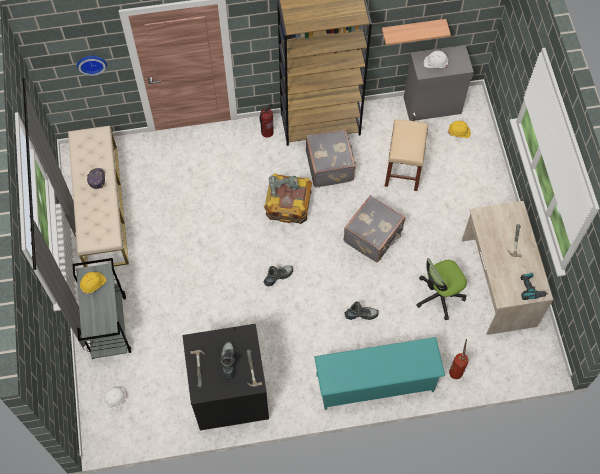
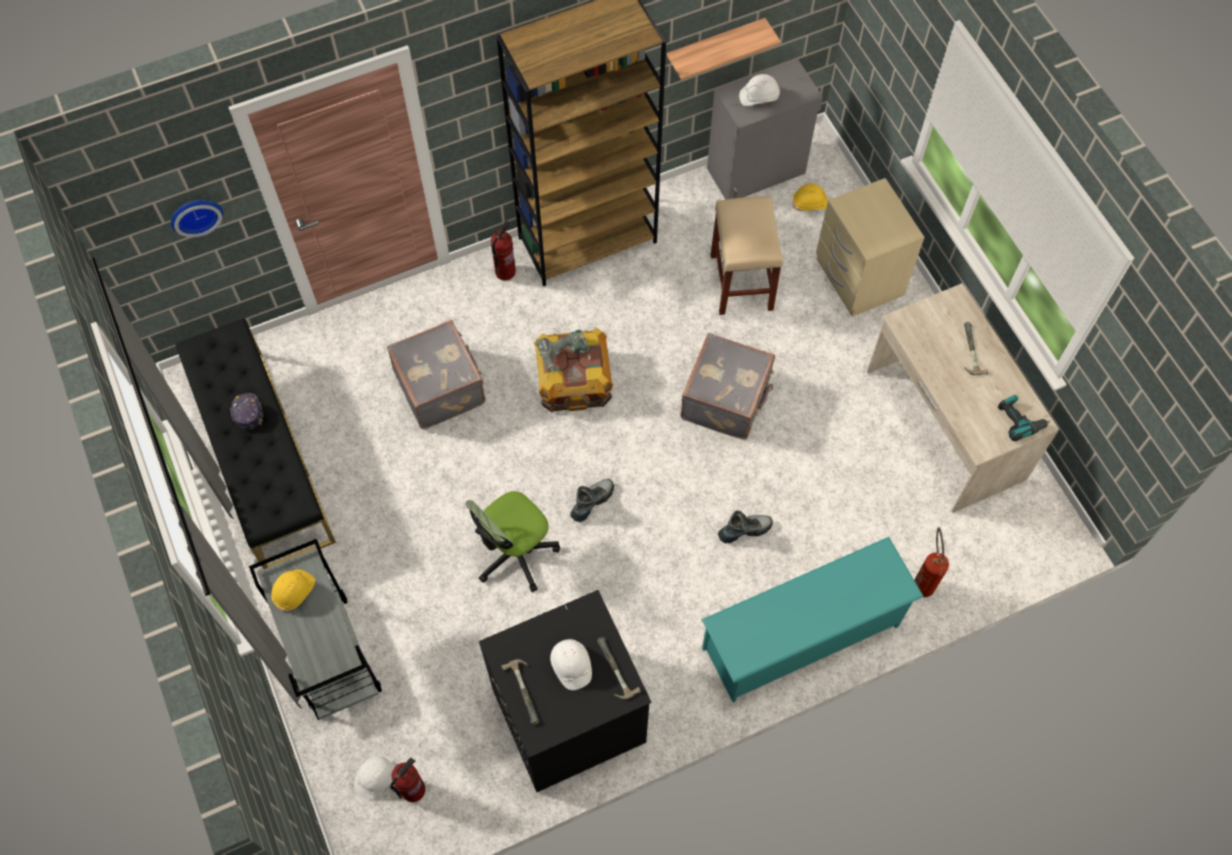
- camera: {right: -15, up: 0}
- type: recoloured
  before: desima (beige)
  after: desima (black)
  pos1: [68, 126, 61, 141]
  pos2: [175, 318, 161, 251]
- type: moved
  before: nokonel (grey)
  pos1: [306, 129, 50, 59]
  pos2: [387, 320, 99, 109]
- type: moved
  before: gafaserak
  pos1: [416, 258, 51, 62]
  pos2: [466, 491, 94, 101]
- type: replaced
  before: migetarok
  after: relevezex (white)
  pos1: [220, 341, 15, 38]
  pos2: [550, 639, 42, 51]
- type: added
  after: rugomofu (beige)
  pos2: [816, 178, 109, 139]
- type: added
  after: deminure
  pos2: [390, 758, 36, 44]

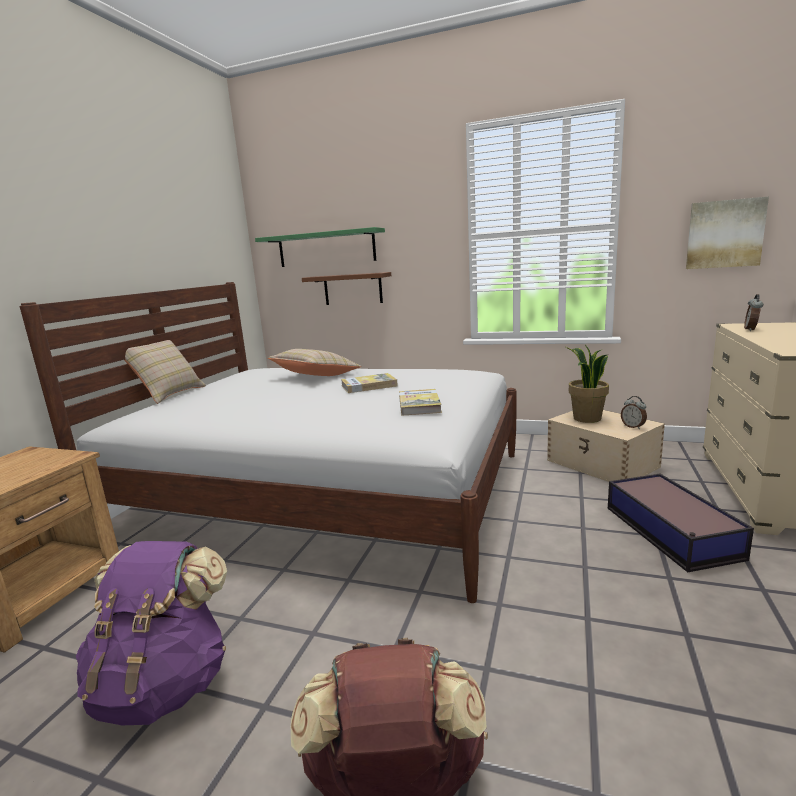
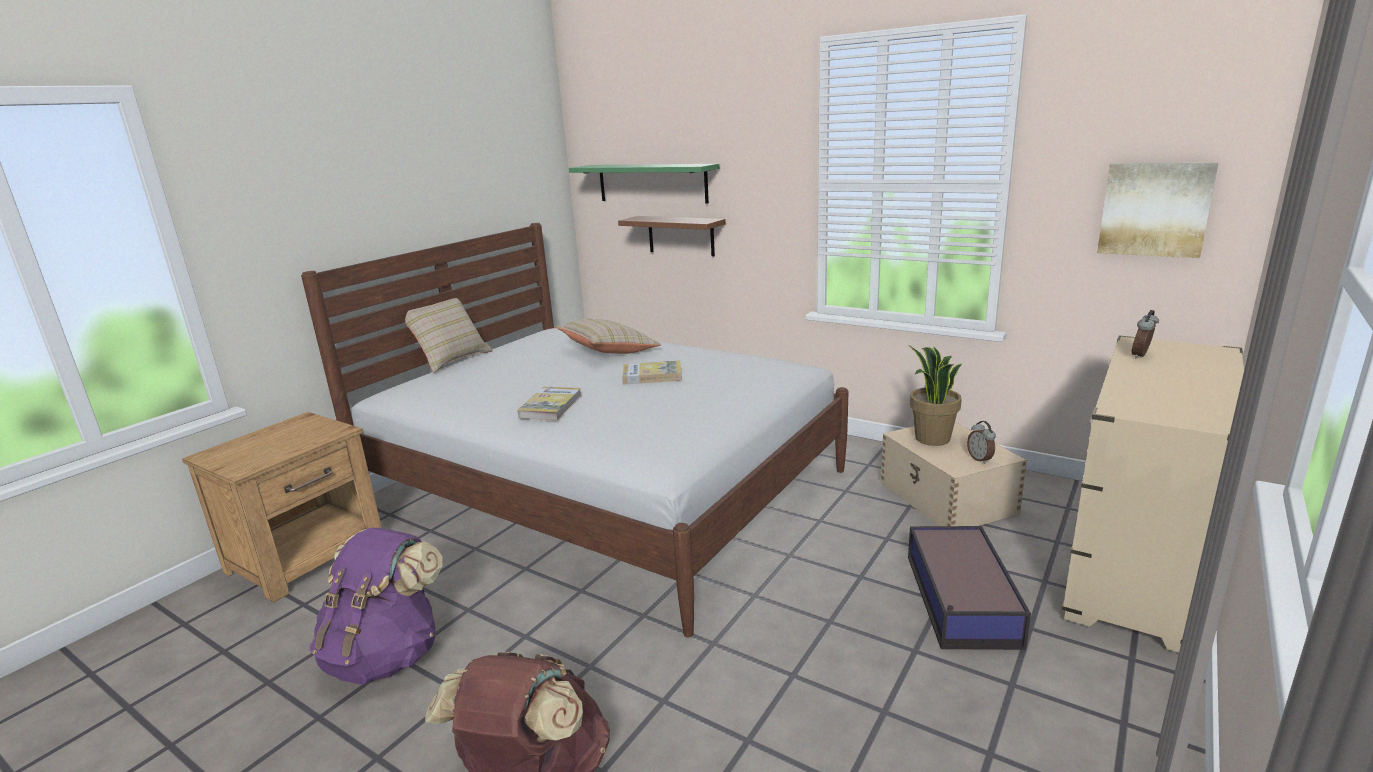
- camera: {right: 15, up: 5}
- type: moved
  before: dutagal
  pos1: [399, 389, 43, 27]
  pos2: [517, 387, 65, 33]

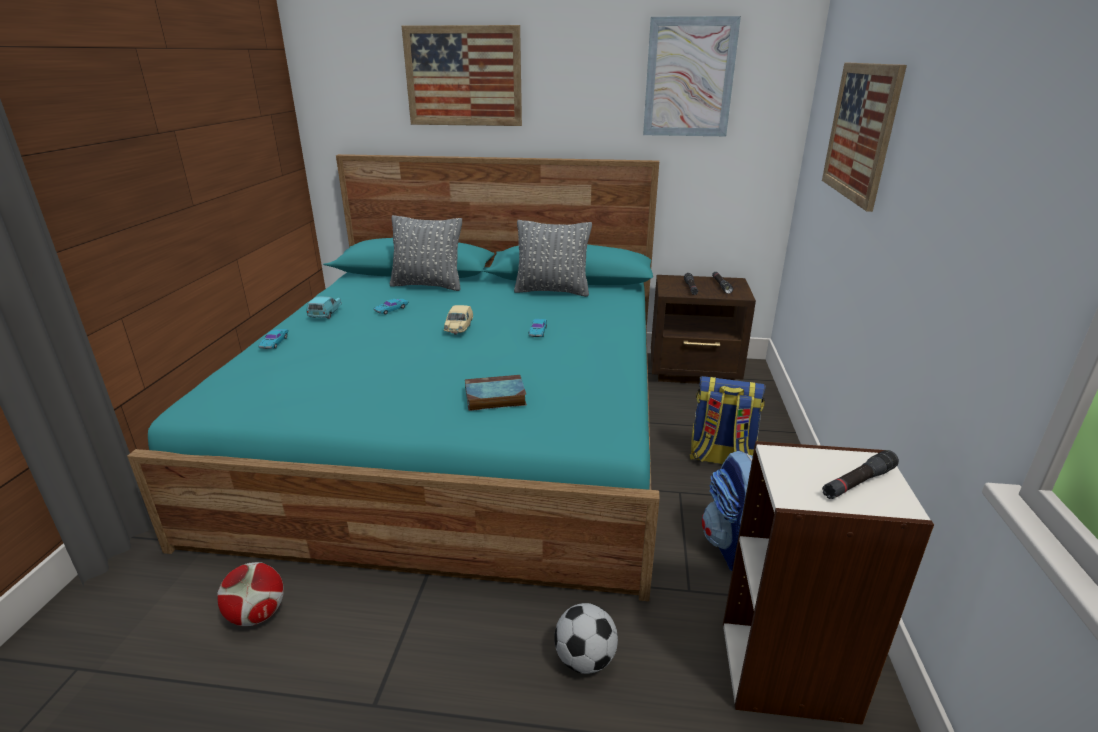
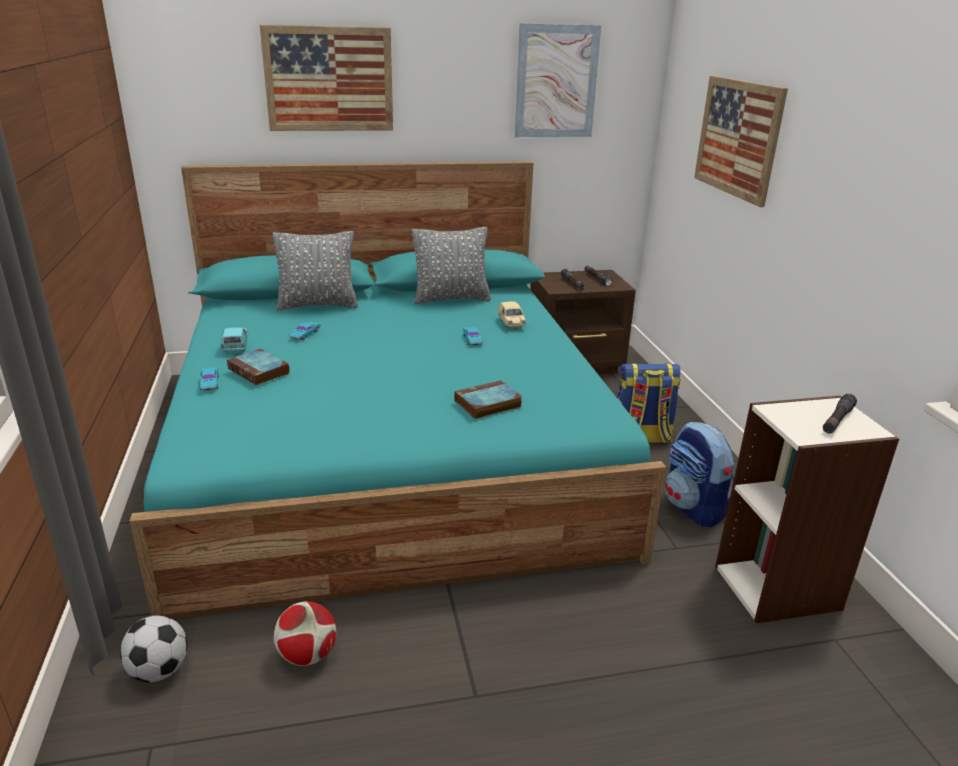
- camera: {right: -20, up: 0}
- type: moved
  before: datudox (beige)
  pos1: [444, 305, 29, 30]
  pos2: [498, 302, 28, 27]
- type: moved
  before: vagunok
  pos1: [554, 603, 64, 71]
  pos2: [120, 615, 67, 67]
- type: added
  after: dutagal
  pos2: [227, 349, 63, 36]

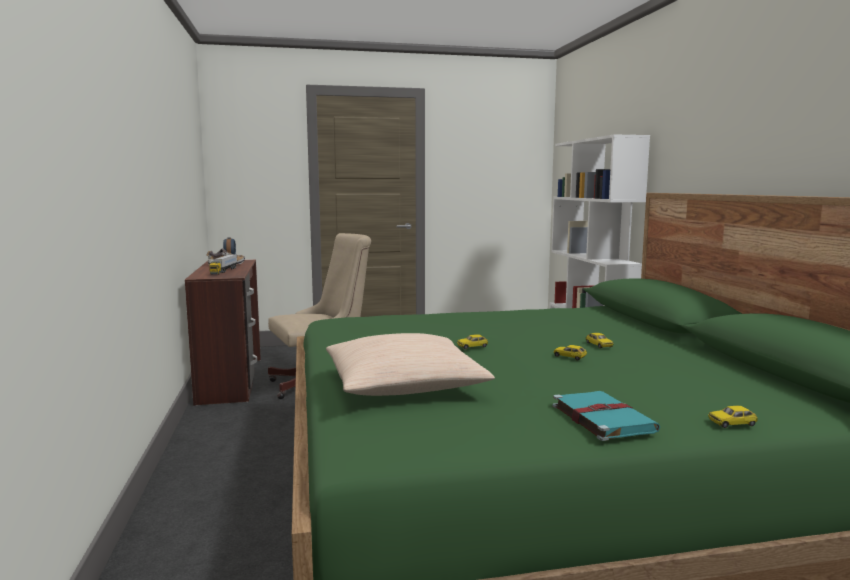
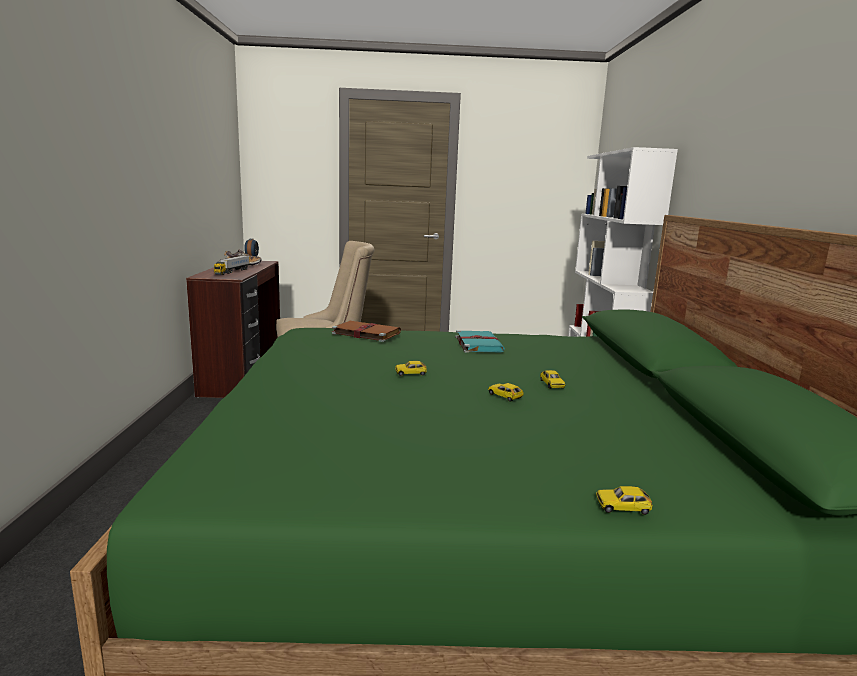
- camera: {right: 10, up: 5}
- type: removed
  before: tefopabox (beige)
  pos1: [326, 333, 169, 63]
- type: moved
  before: dutagal (turquoise)
  pos1: [552, 391, 108, 50]
  pos2: [455, 330, 50, 23]
- type: added
  after: dutagal (brown)
  pos2: [332, 321, 69, 21]

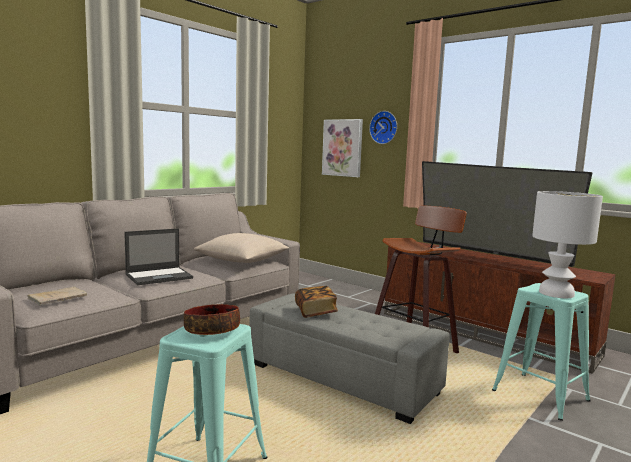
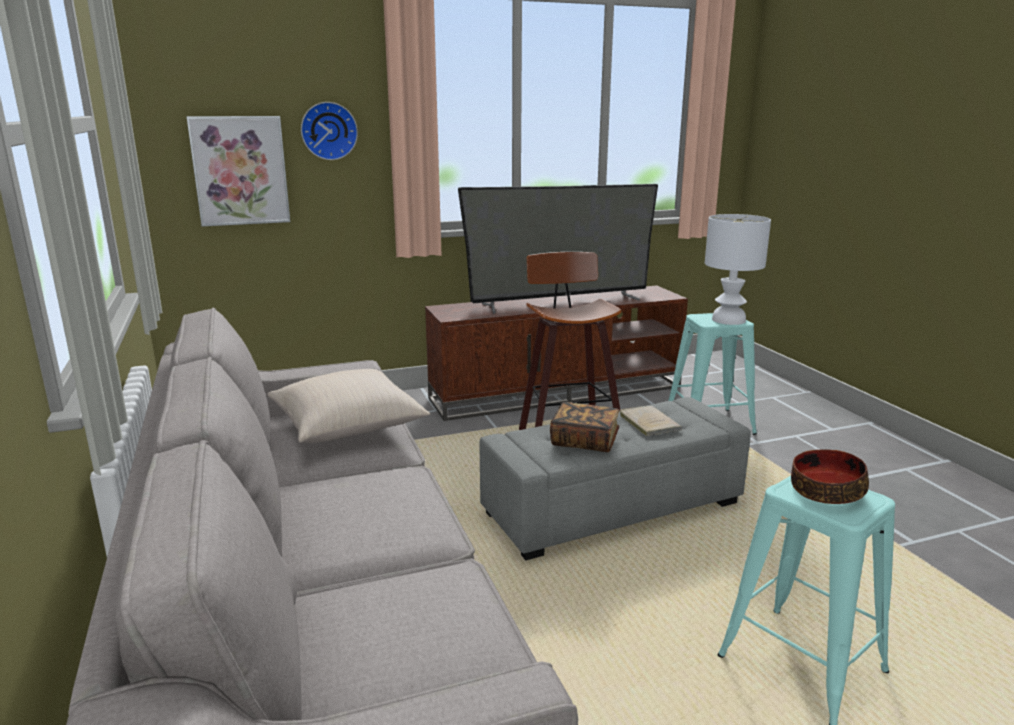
- camera: {right: -60, up: 10}
- type: removed
  before: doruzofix
  pos1: [124, 228, 69, 57]
- type: moved
  before: dutagal (beige)
  pos1: [27, 287, 60, 18]
  pos2: [619, 406, 63, 30]

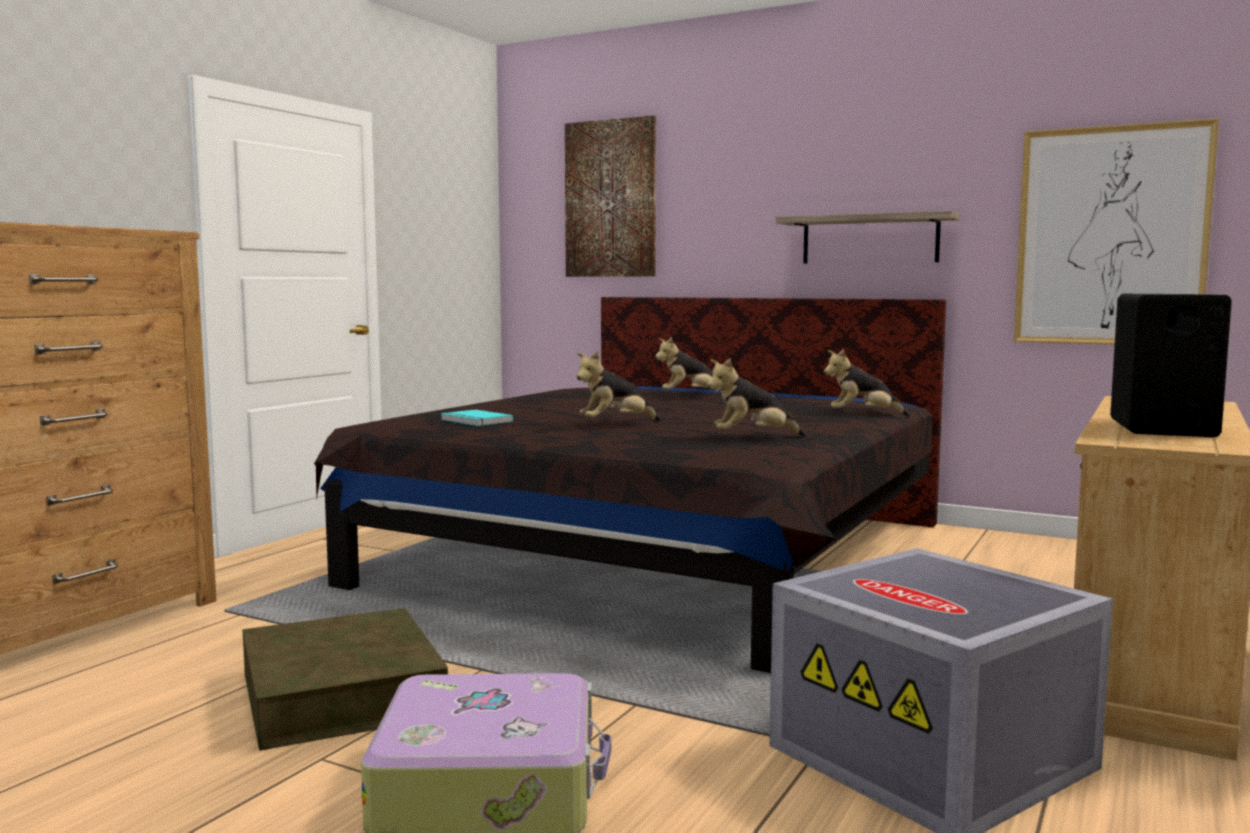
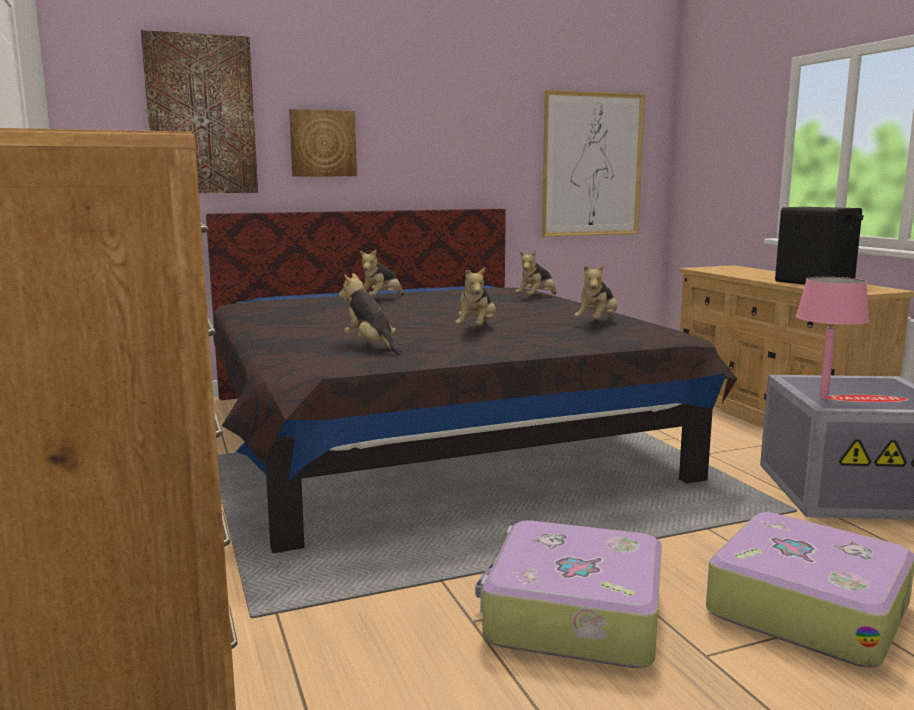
- camera: {right: -50, up: 5}
- type: removed
  before: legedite
  pos1: [775, 211, 185, 53]
- type: replaced
  before: dutagal (turquoise)
  after: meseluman
  pos1: [440, 409, 73, 17]
  pos2: [339, 273, 63, 82]
- type: replaced
  before: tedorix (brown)
  after: nokonel
  pos1: [242, 608, 206, 143]
  pos2: [475, 520, 187, 148]
- type: added
  after: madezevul
  pos2: [289, 109, 68, 67]
- type: added
  after: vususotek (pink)
  pos2: [796, 277, 74, 122]

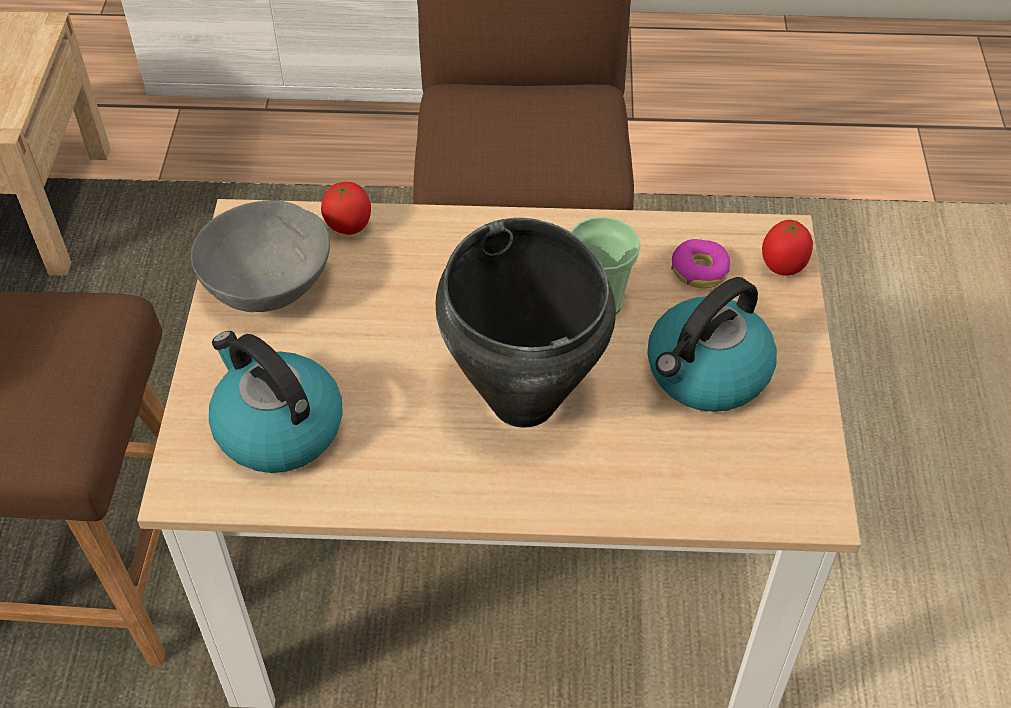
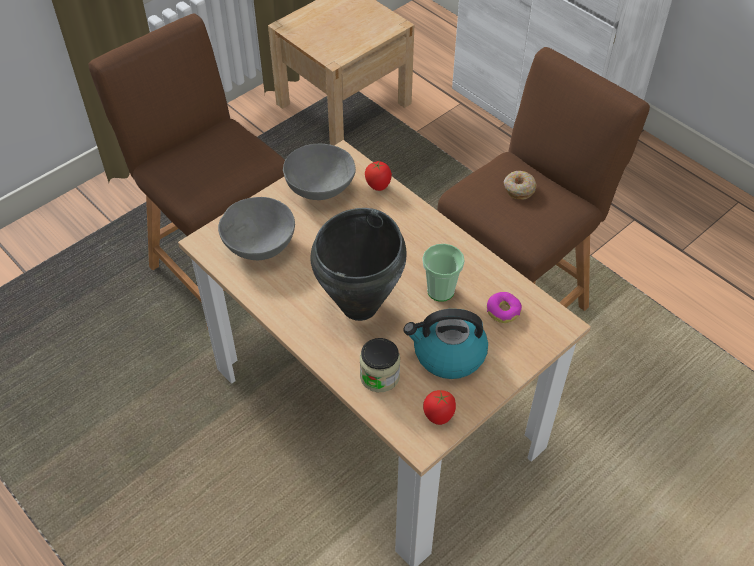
- camera: {right: 45, up: 0}
- type: moved
  before: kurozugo
  pos1: [762, 220, 51, 56]
  pos2: [423, 390, 33, 35]
- type: replaced
  before: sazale
  after: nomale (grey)
  pos1: [209, 331, 134, 142]
  pos2: [218, 197, 77, 63]
- type: added
  after: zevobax
  pos2: [504, 171, 33, 29]
- type: added
  after: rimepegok
  pos2: [360, 338, 40, 54]

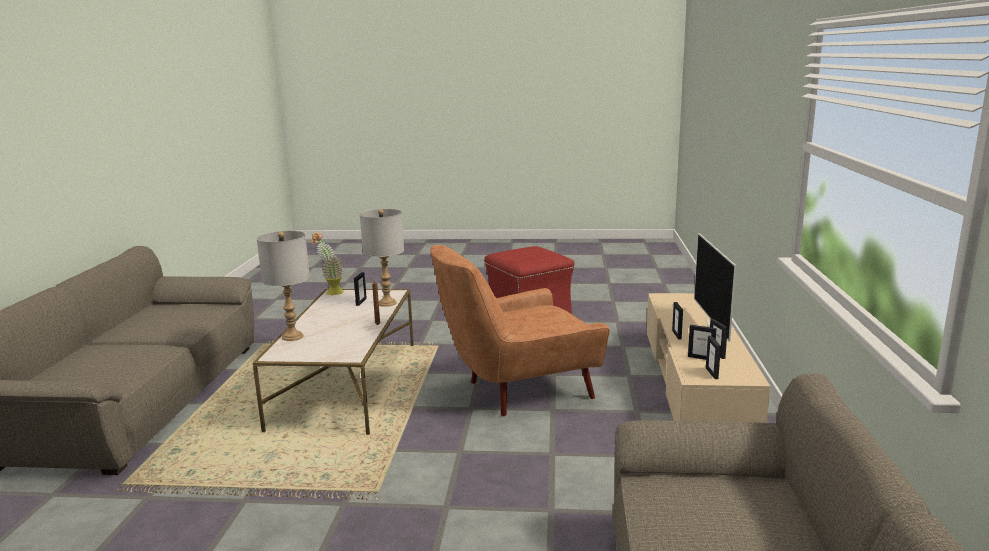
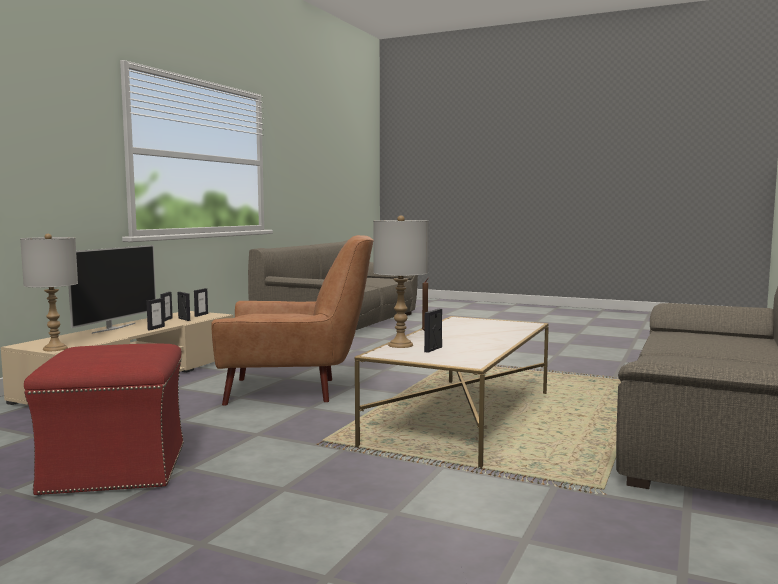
- camera: {right: -160, up: -10}
- type: moved
  before: vususotek (grey)
  pos1: [256, 230, 54, 111]
  pos2: [20, 234, 58, 117]
- type: removed
  before: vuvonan
  pos1: [311, 232, 33, 63]

